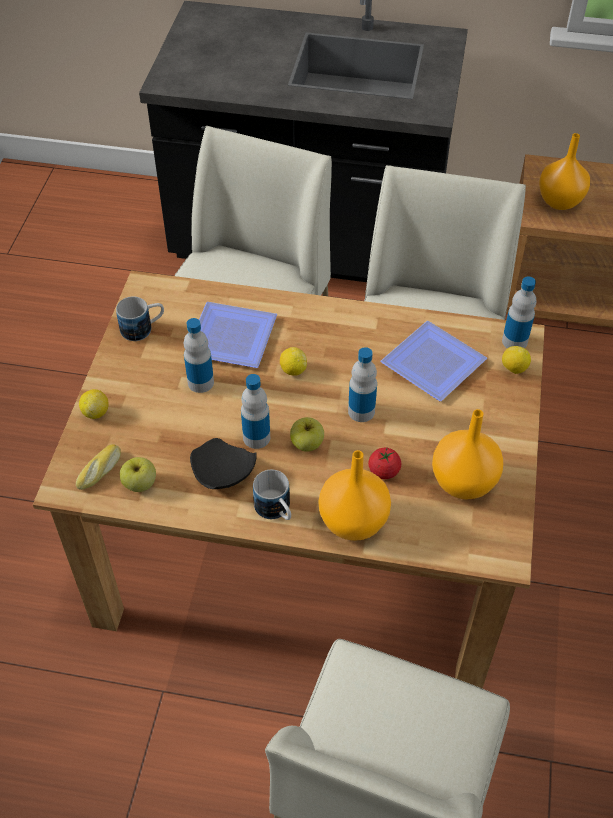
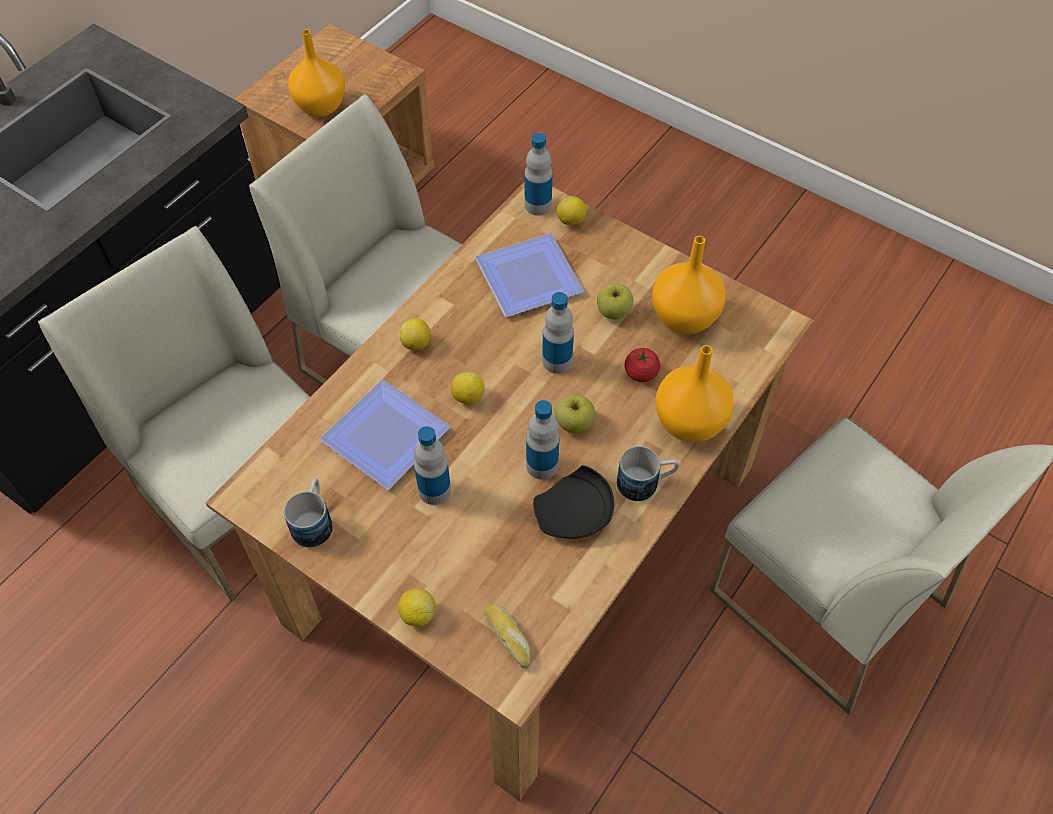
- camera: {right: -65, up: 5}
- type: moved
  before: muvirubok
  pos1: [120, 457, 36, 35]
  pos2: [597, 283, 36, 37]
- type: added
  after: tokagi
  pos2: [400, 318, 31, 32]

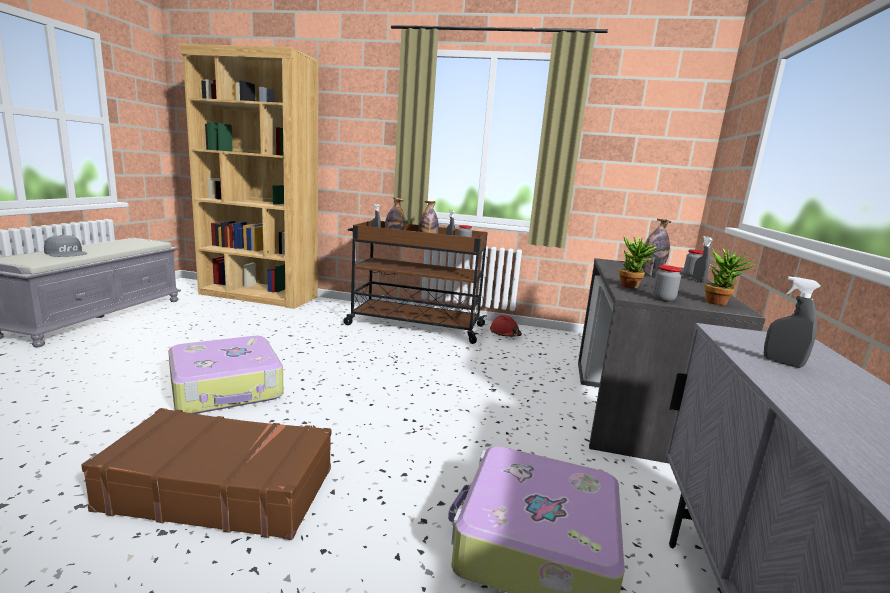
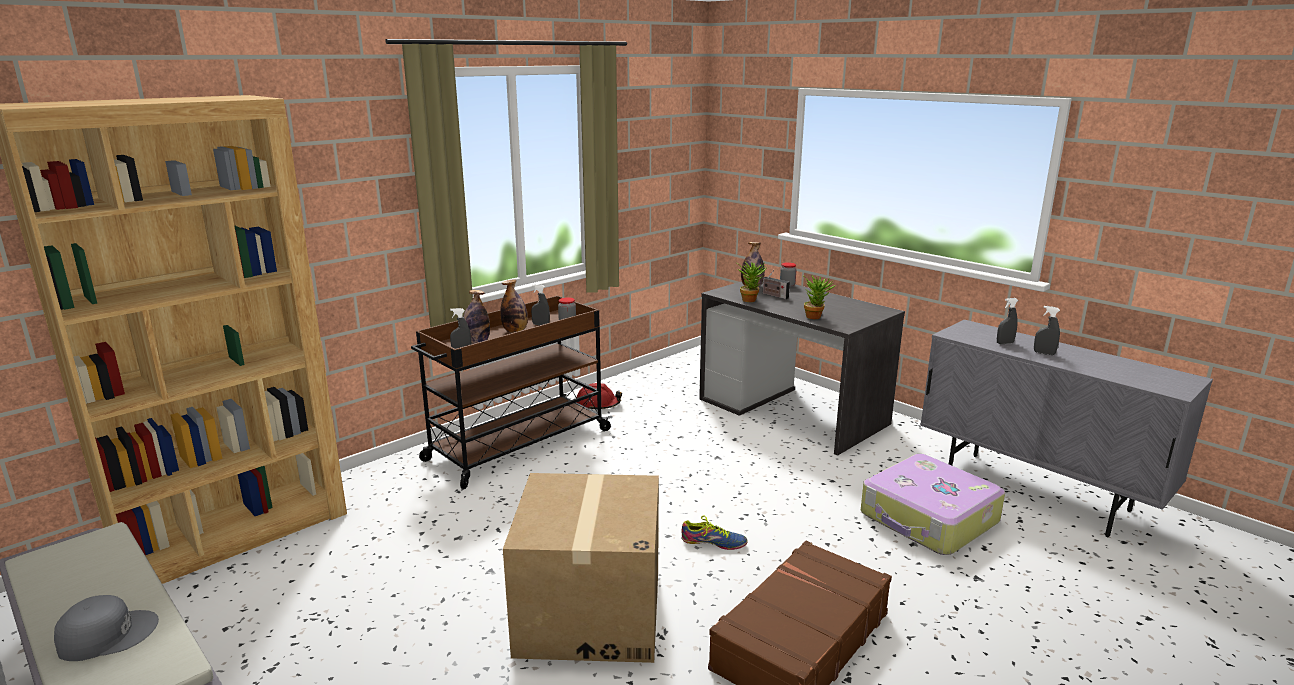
- camera: {right: -55, up: 5}
- type: moved
  before: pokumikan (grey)
  pos1: [693, 236, 19, 47]
  pos2: [1034, 306, 26, 49]
- type: moved
  before: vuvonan
  pos1: [704, 248, 52, 57]
  pos2: [737, 262, 29, 40]
- type: removed
  before: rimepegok
  pos1: [652, 265, 30, 37]
- type: replaced
  before: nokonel
  after: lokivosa
  pos1: [168, 336, 115, 78]
  pos2: [503, 473, 156, 190]
- type: added
  after: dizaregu
  pos2: [681, 516, 66, 34]

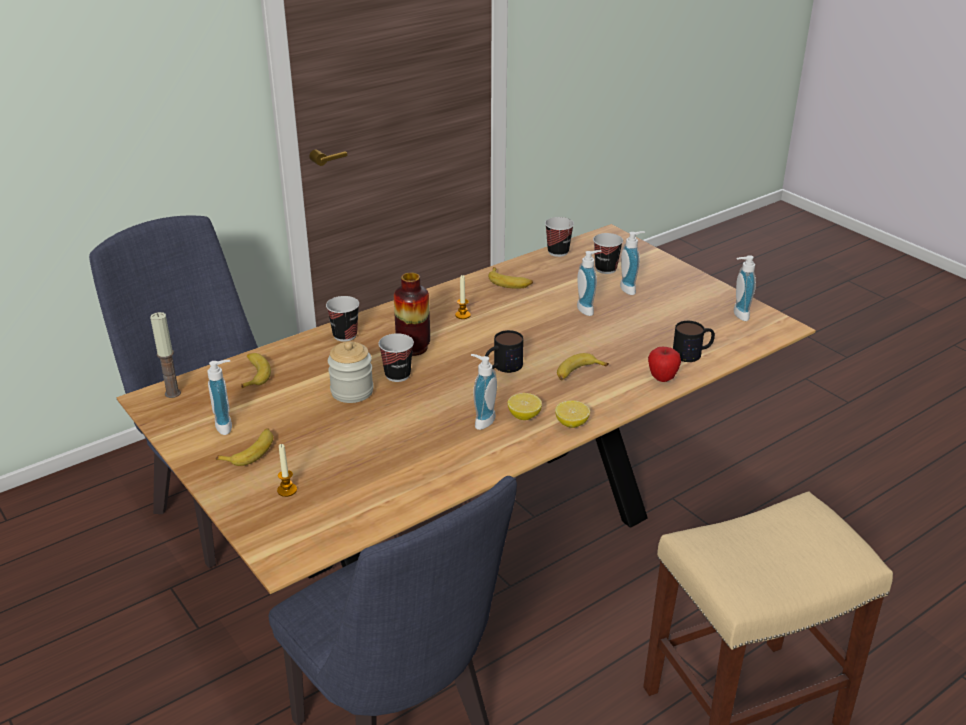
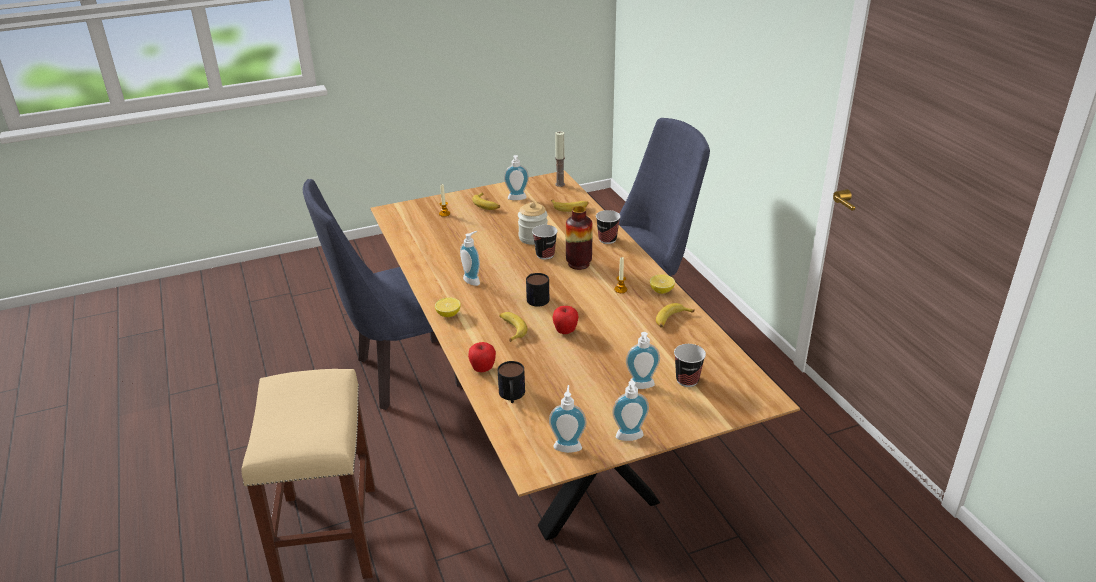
- camera: {right: 105, up: 0}
- type: removed
  before: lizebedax
  pos1: [545, 217, 29, 40]
- type: moved
  before: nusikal
  pos1: [577, 250, 24, 66]
  pos2: [612, 381, 37, 60]
- type: moved
  before: tokagi
  pos1: [508, 393, 34, 27]
  pos2: [650, 274, 25, 20]
- type: added
  after: muvirubok
  pos2: [552, 306, 27, 28]

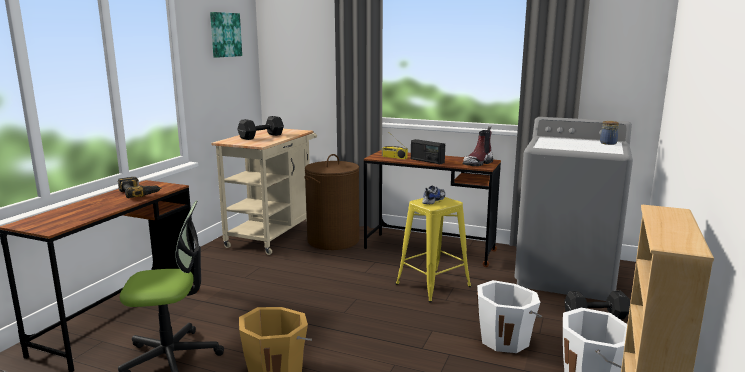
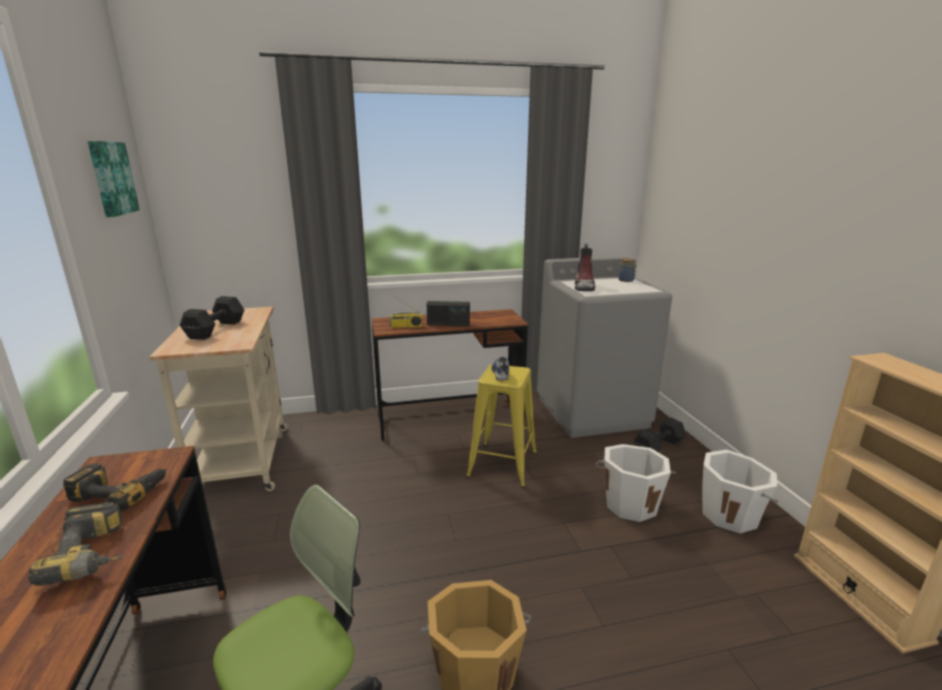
- camera: {right: -35, up: 5}
- type: moved
  before: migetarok
  pos1: [463, 126, 30, 40]
  pos2: [575, 244, 20, 47]
- type: removed
  before: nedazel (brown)
  pos1: [304, 154, 55, 96]
- type: added
  after: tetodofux
  pos2: [28, 502, 97, 84]

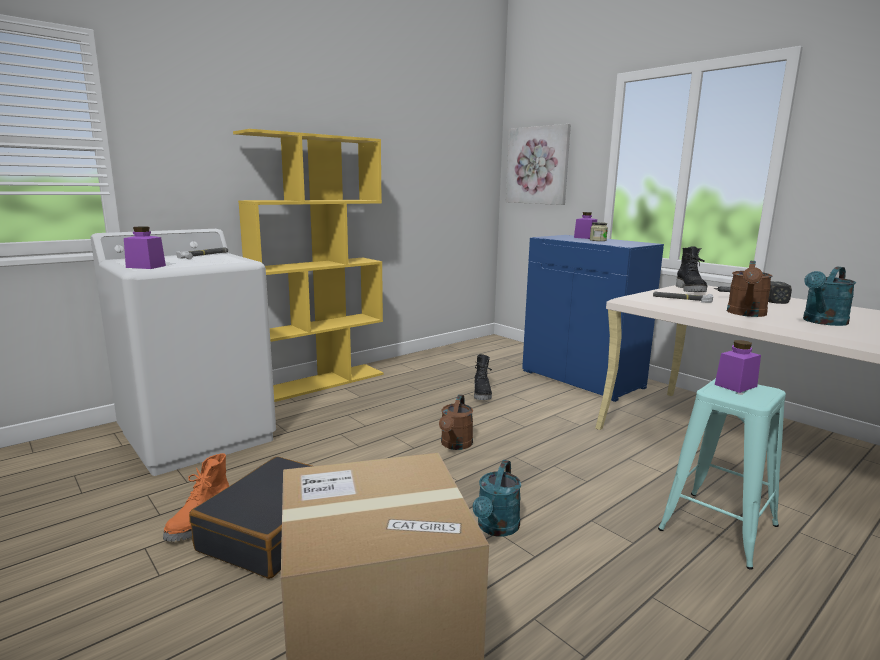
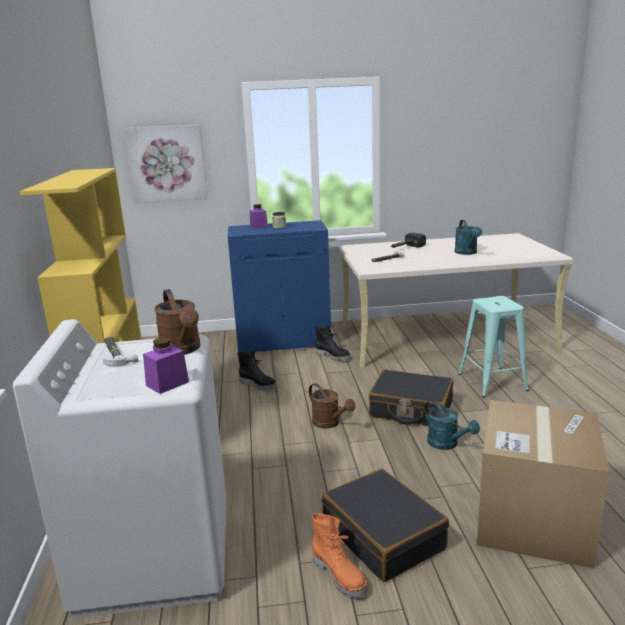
- camera: {right: -55, up: 5}
- type: moved
  before: migetarok (black)
  pos1: [676, 246, 32, 46]
  pos2: [315, 325, 36, 36]
- type: moved
  before: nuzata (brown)
  pos1: [727, 261, 45, 56]
  pos2: [154, 289, 46, 66]
- type: removed
  before: rimepegok (purple)
  pos1: [715, 340, 46, 53]
- type: added
  after: nokonel (black)
  pos2: [369, 370, 84, 56]

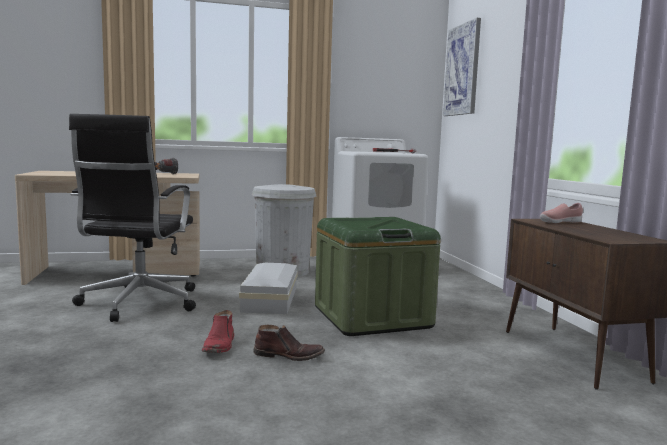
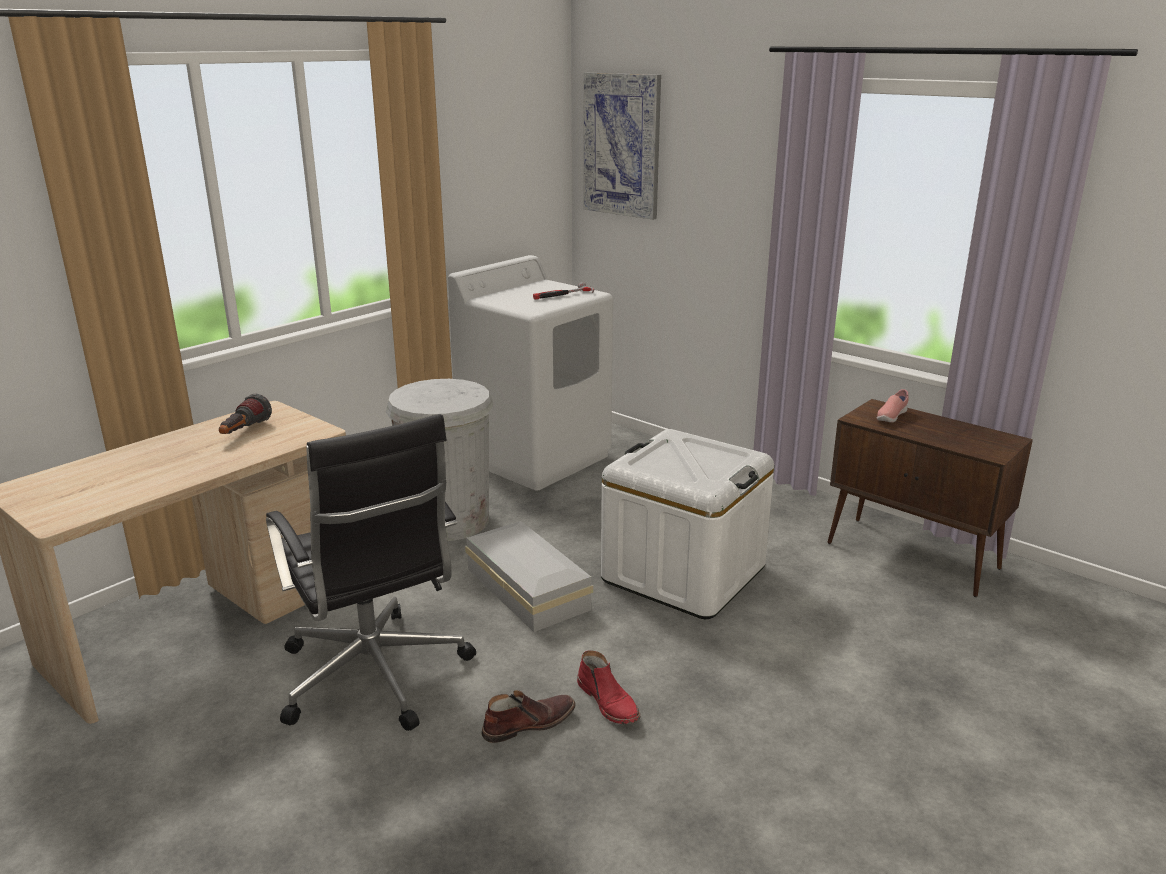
- camera: {right: -35, up: 15}
- type: recoloured
  before: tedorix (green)
  after: tedorix (white)
  pos1: [315, 217, 126, 119]
  pos2: [601, 429, 173, 190]
- type: moved
  before: migetarok (brown)
  pos1: [253, 325, 72, 36]
  pos2: [481, 690, 95, 53]

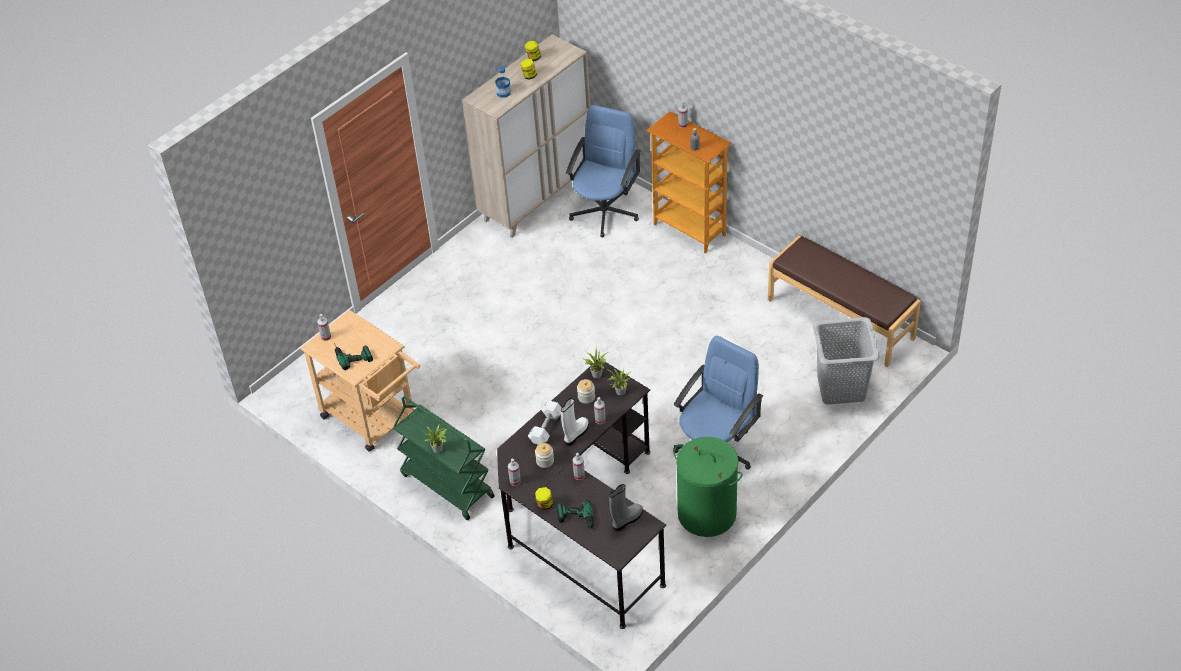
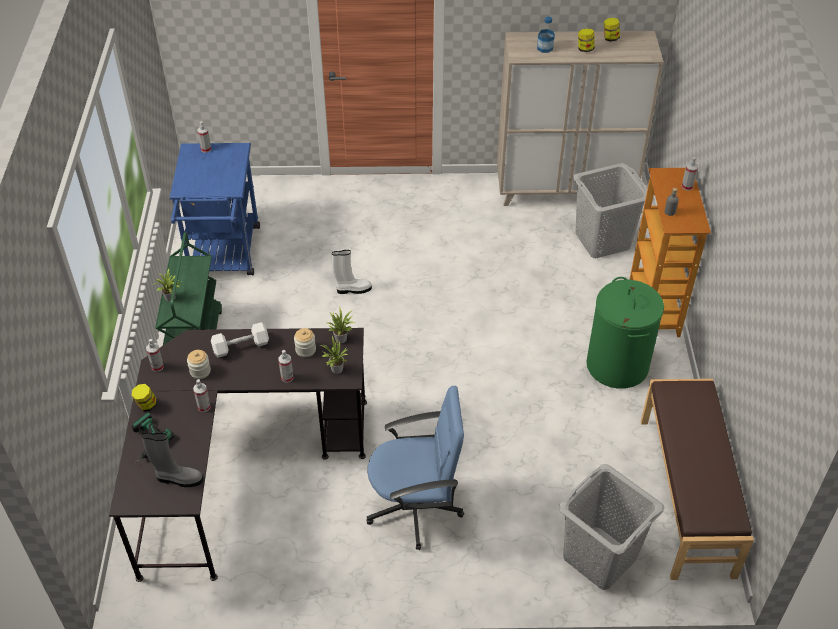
- camera: {right: 45, up: 0}
- type: replaced
  before: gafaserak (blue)
  after: nedazel (grey)
  pos1: [566, 105, 75, 132]
  pos2: [573, 163, 74, 95]
- type: recoloured
  before: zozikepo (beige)
  after: zozikepo (blue)
  pos1: [300, 310, 120, 142]
  pos2: [170, 143, 90, 133]
- type: removed
  before: tetodofux
  pos1: [334, 343, 39, 27]
- type: moved
  before: migetarok (white)
  pos1: [561, 398, 28, 48]
  pos2: [332, 250, 40, 44]
- type: moved
  before: nedazel (green)
  pos1: [674, 437, 68, 100]
  pos2: [586, 277, 78, 112]

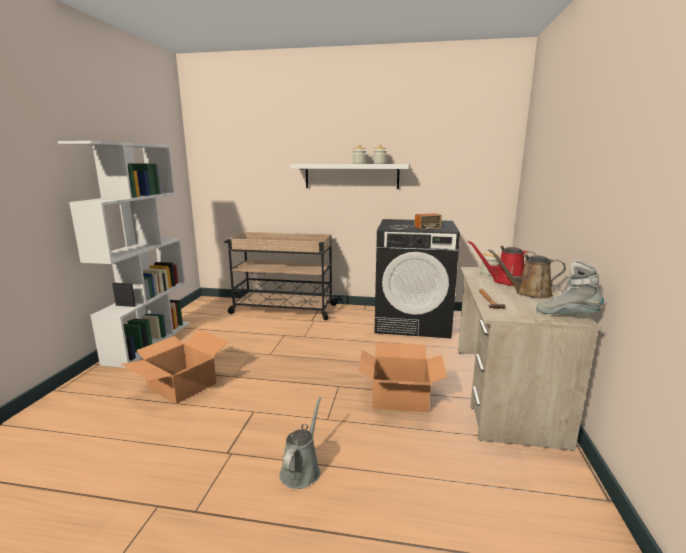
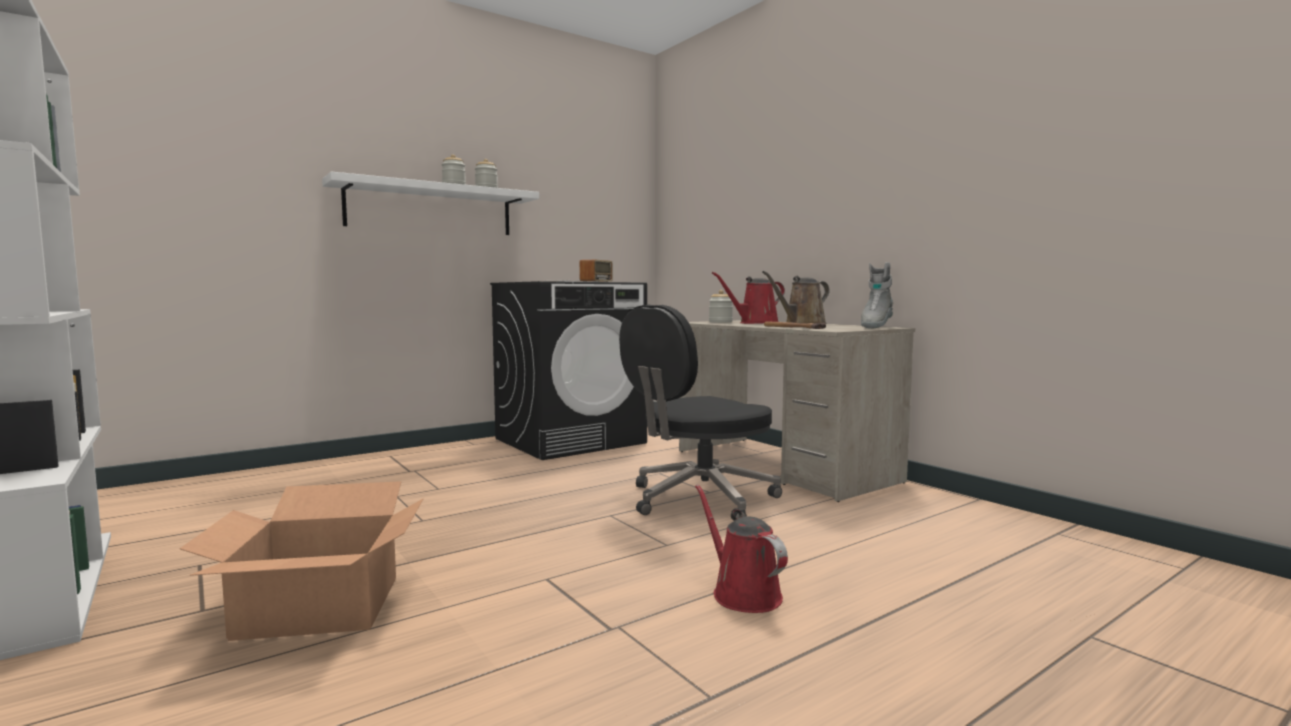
- camera: {right: -45, up: -10}
- type: removed
  before: zozikepo (beige)
  pos1: [224, 232, 114, 88]
- type: turned
  before: migetarok (grey)
  pos1: [536, 259, 68, 55]
  pos2: [861, 262, 33, 66]
  turn: -45
- type: replaced
  before: lokivosa
  after: gafaserak (black)
  pos1: [358, 343, 89, 69]
  pos2: [619, 305, 163, 215]
- type: recoloured
  before: nuzata (grey)
  after: nuzata (red)
  pos1: [279, 397, 42, 92]
  pos2: [695, 484, 93, 129]

